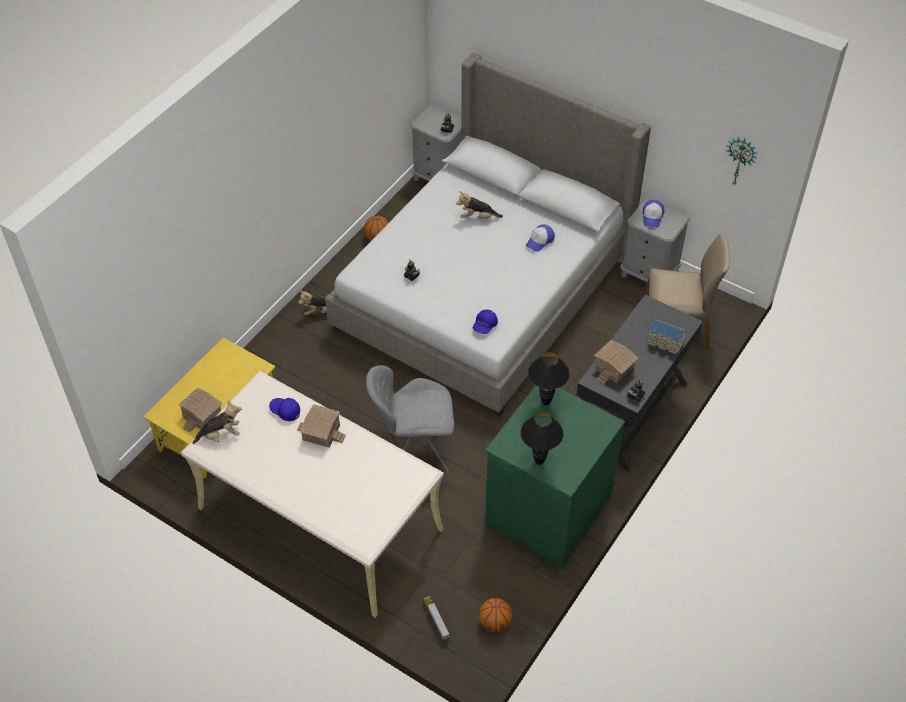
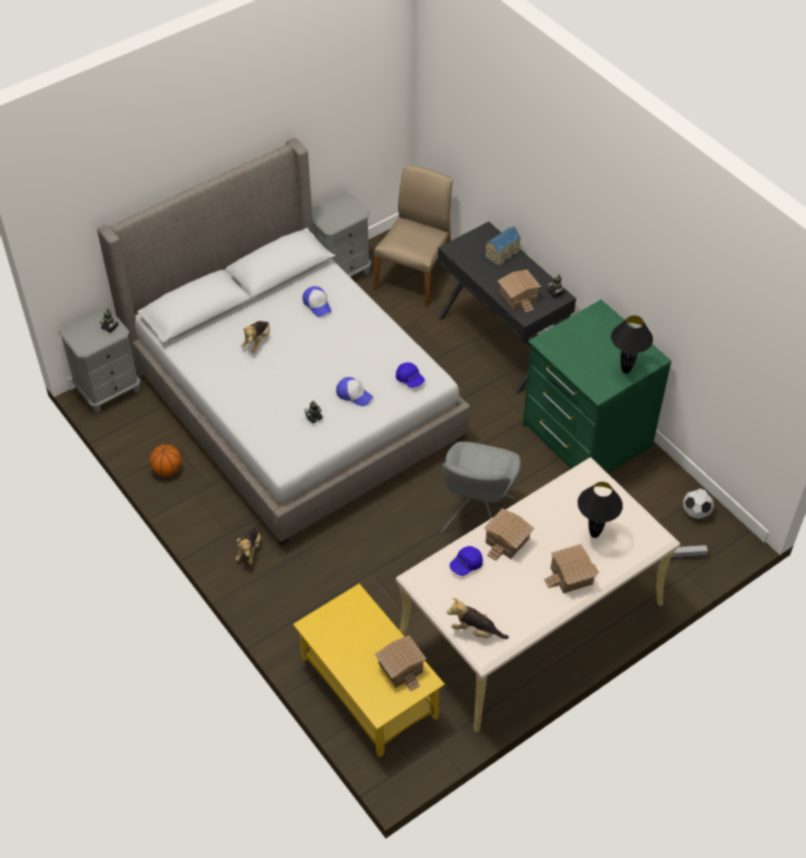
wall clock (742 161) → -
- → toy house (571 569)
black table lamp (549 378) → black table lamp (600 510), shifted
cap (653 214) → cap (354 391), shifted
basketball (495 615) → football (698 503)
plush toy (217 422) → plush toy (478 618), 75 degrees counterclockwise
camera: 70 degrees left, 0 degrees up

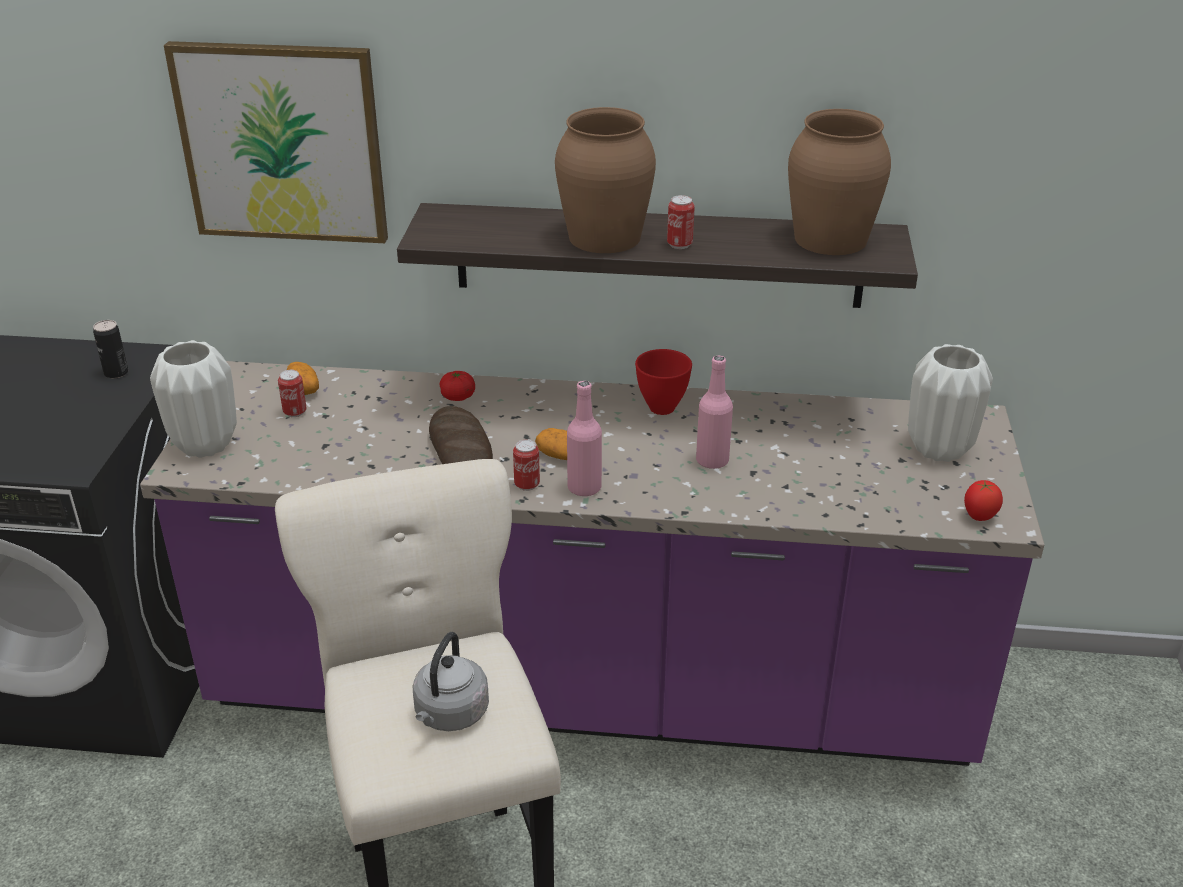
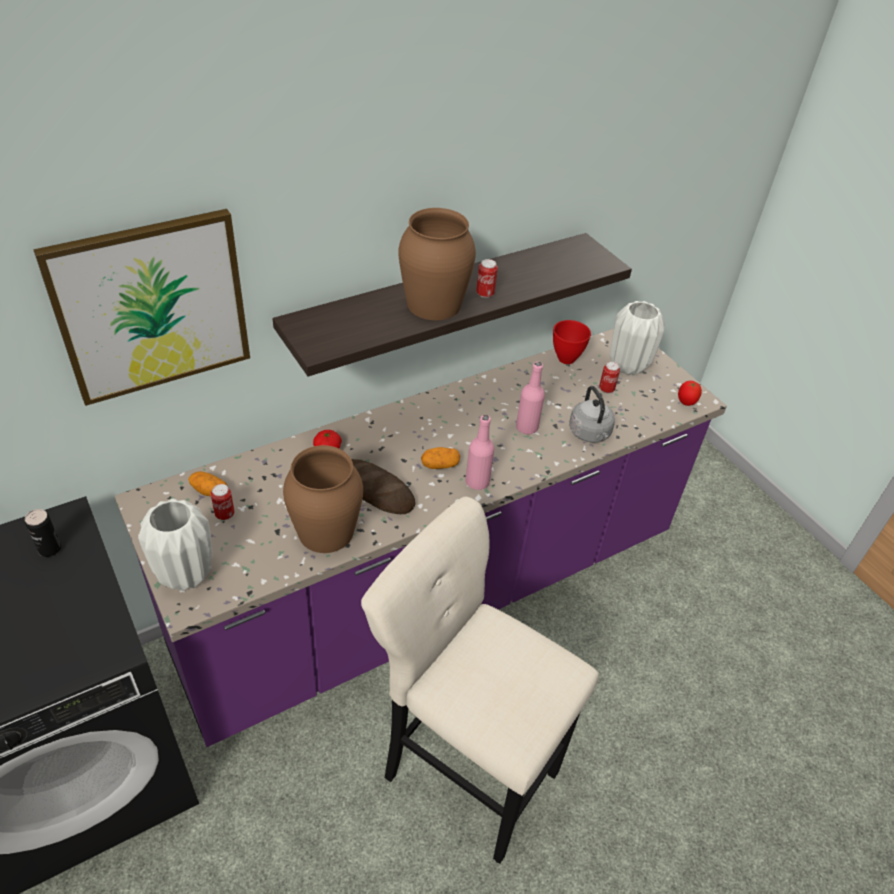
grey kettle (451 681) → grey kettle (592 414), shifted
can (526 465) → can (609 377), shifted
red bowl (663 382) → red bowl (572 342), shifted
brown vase (839 182) → brown vase (323 499), shifted
camera: 40 degrees left, 10 degrees up

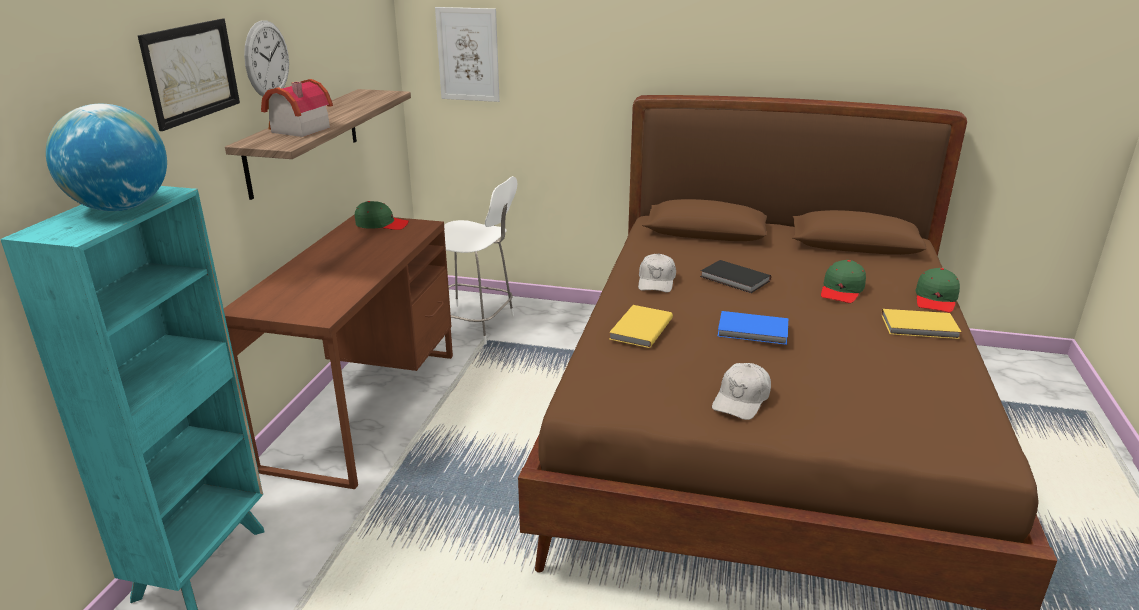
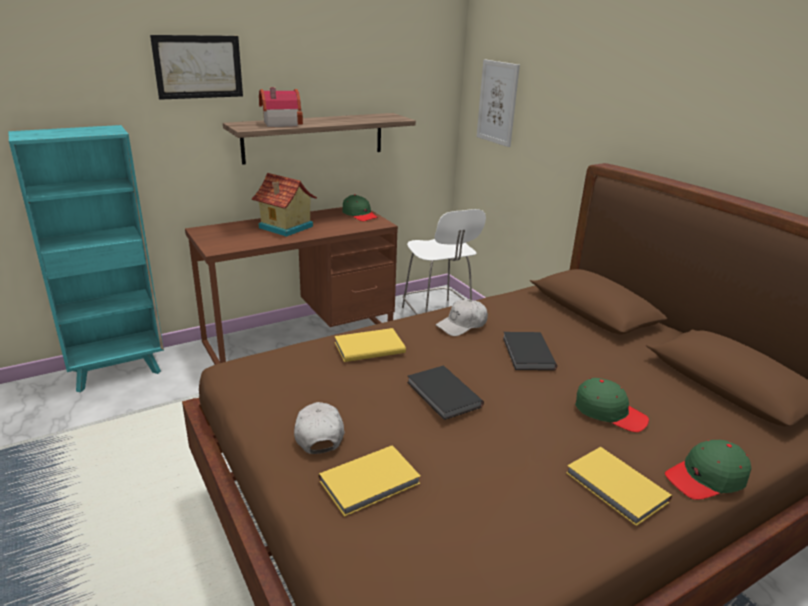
globe (106 157) → -
wall clock (266 58) → -
- → toy house (284 205)
- → yellow book (369 481)
blue book (752 328) → black book (445 393)
white cap (741 391) → white cap (319 428), 90 degrees clockwise
green cap (843 281) → green cap (612 405), 135 degrees counterclockwise
camera: 45 degrees right, 0 degrees up

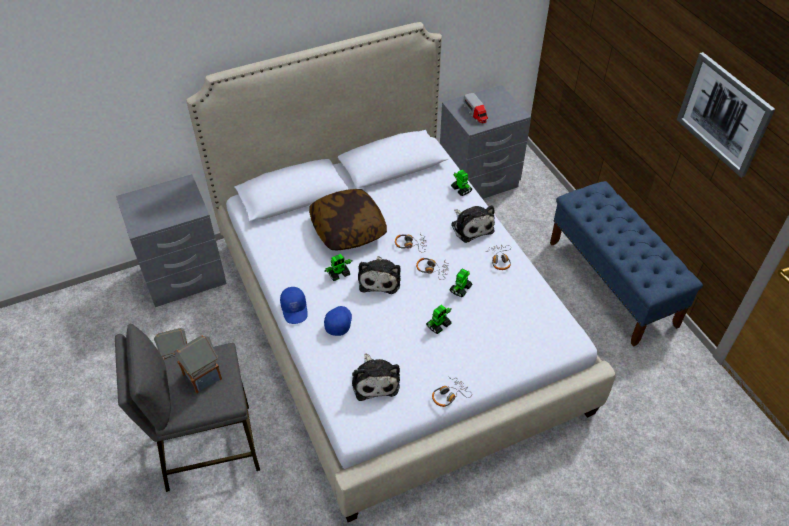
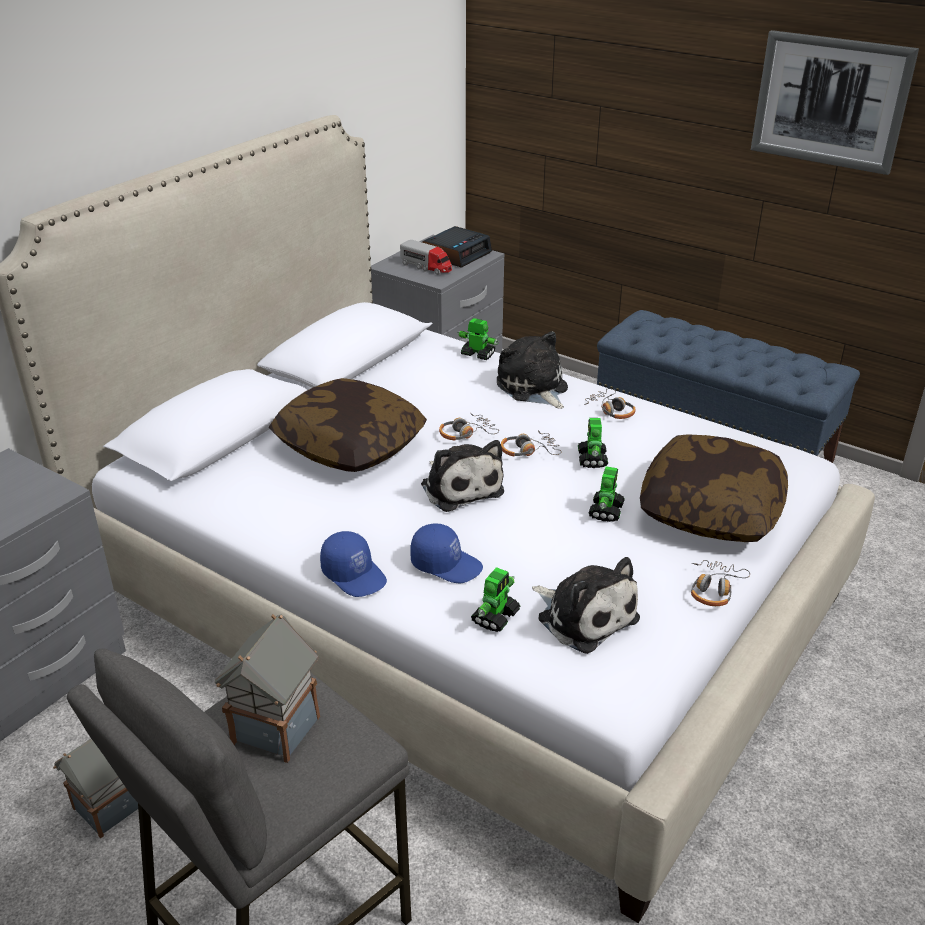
- → alarm clock (457 247)
- → pillow (714 488)
toy robot (338 267) → toy robot (496 599), shifted
blue cap (338 321) → blue cap (446 553), 135 degrees clockwise
plush toy (473 224) → plush toy (532 370), 150 degrees counterclockwise
camera: 30 degrees left, 15 degrees down

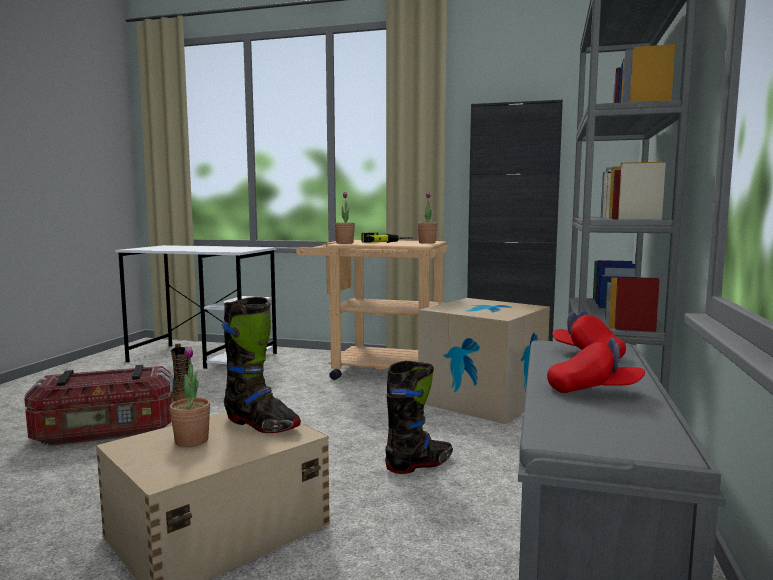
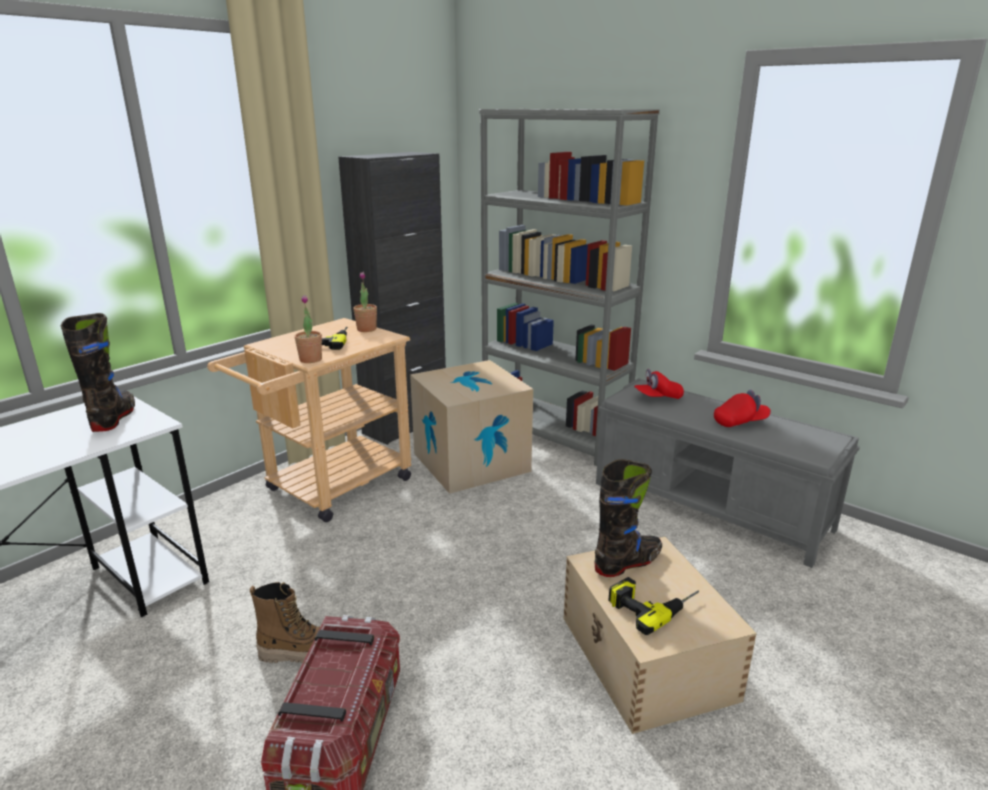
black boot (419 417) → black boot (98 372), shifted
potted plant (190 396) → power drill (653 606)
red cap (596 365) → red cap (742 408), 45 degrees clockwise
camera: 65 degrees left, 15 degrees up

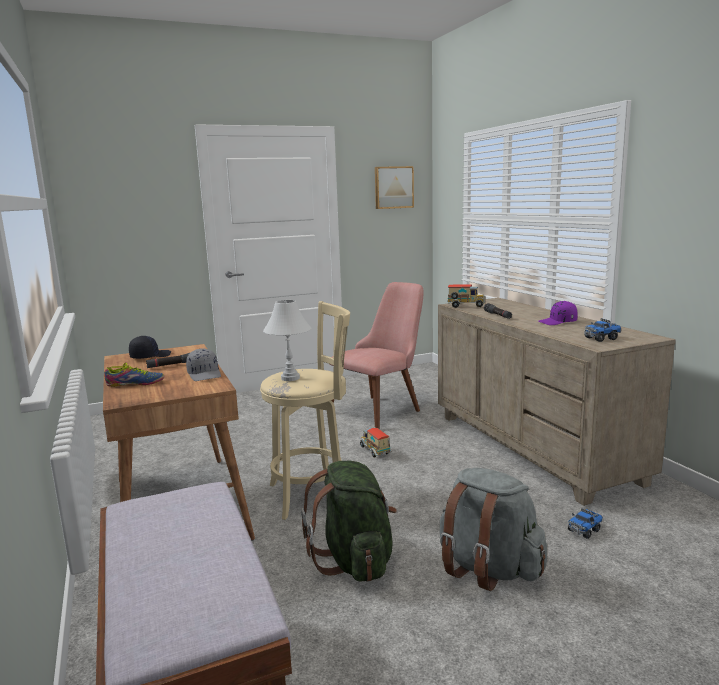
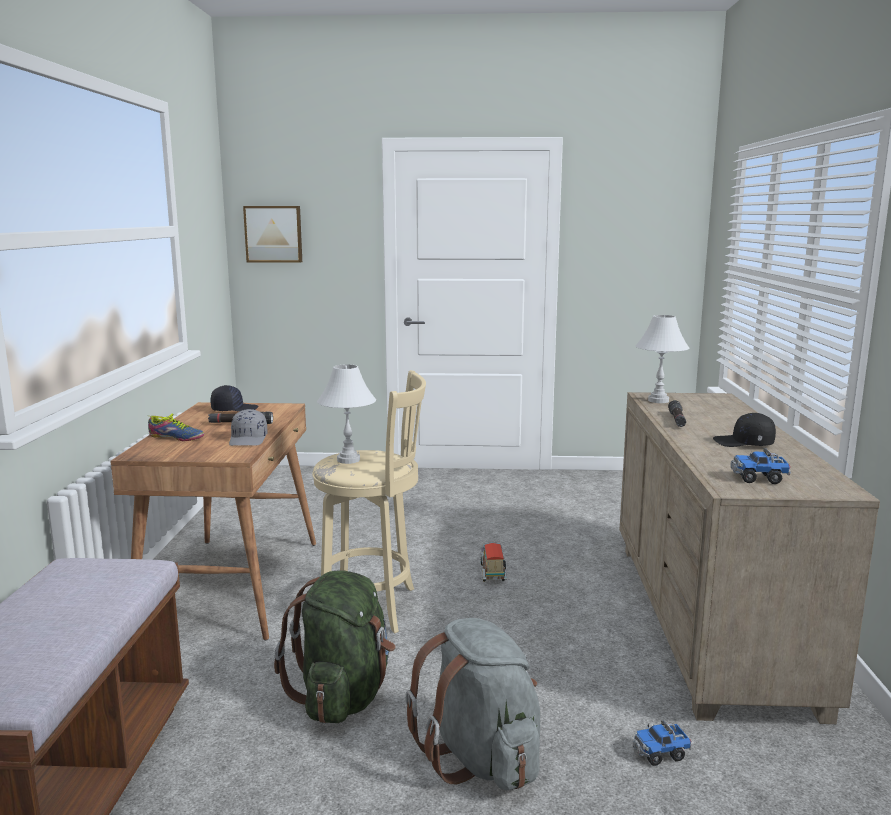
pink chair (376 355) → -
picture (394 187) → picture (272 234), shifted
toy truck (467 296) → white table lamp (662 359)
purple cap (558 313) → black cap (744 430)
camera: 25 degrees right, 0 degrees up

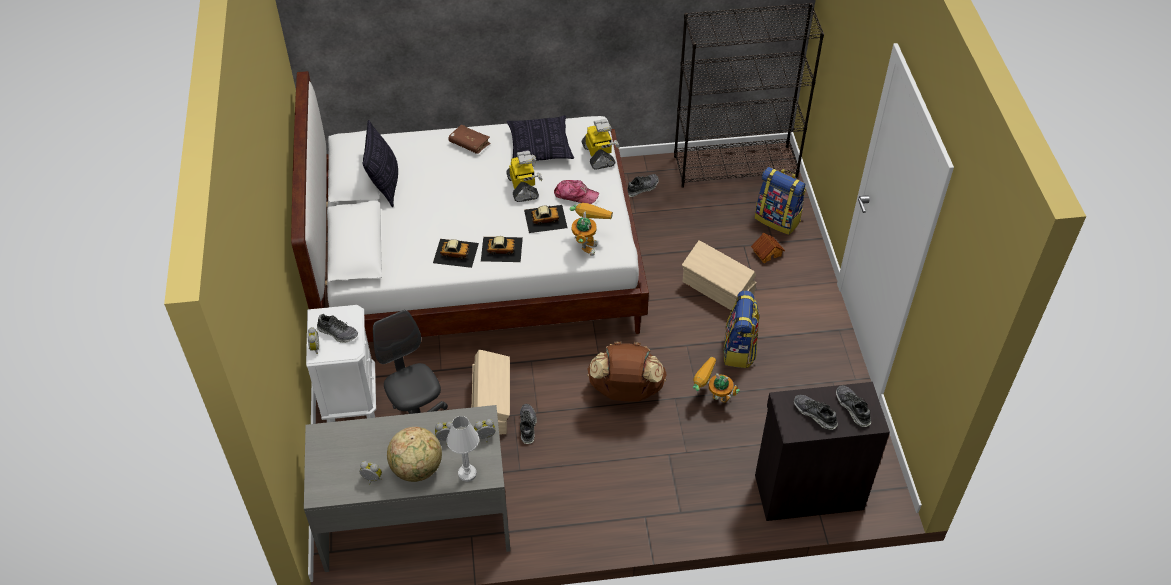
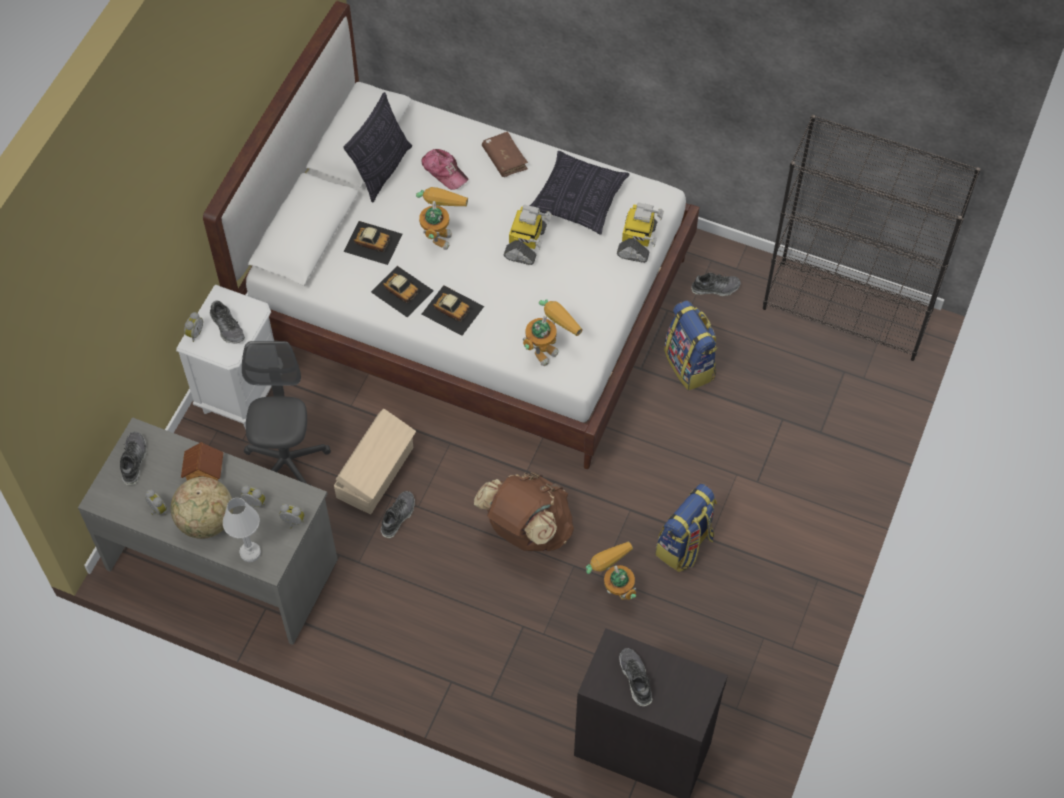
beige storage box (719 275) → -
- → toy robot (442 218)
toy car (546 219) → toy car (373 243), shifted
cap (576 192) → cap (444 169), shifted
toy house (768 247) → toy house (202 461), shifted
backpack (780 201) → backpack (691 346), shifted
shoe (853 406) → shoe (133 458), shifted
camera: 30 degrees right, 10 degrees up

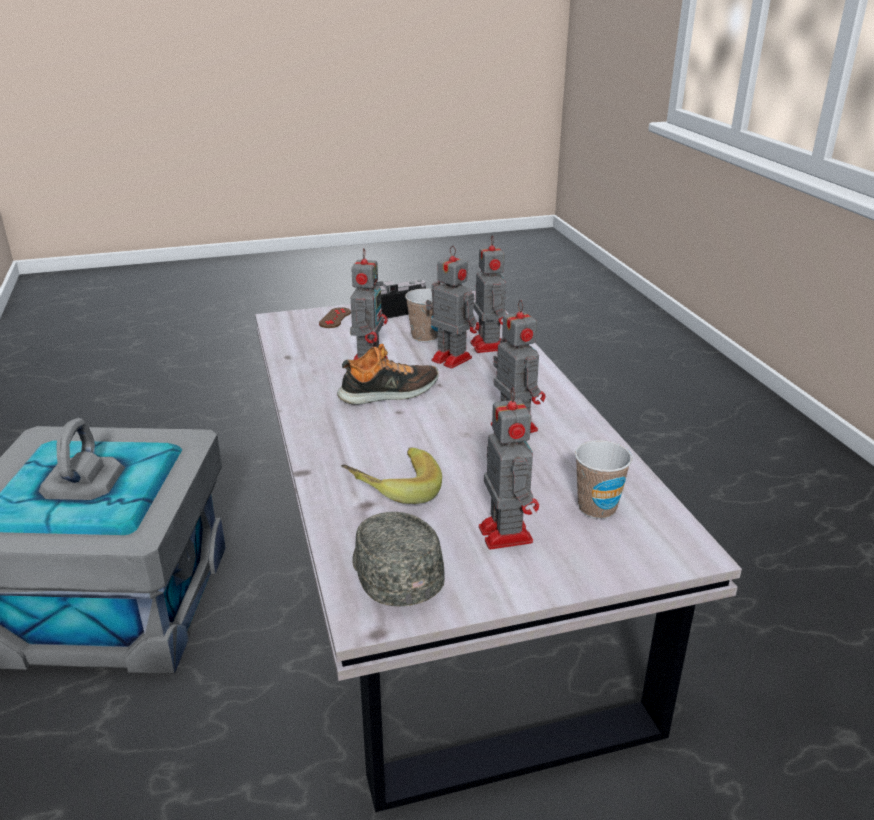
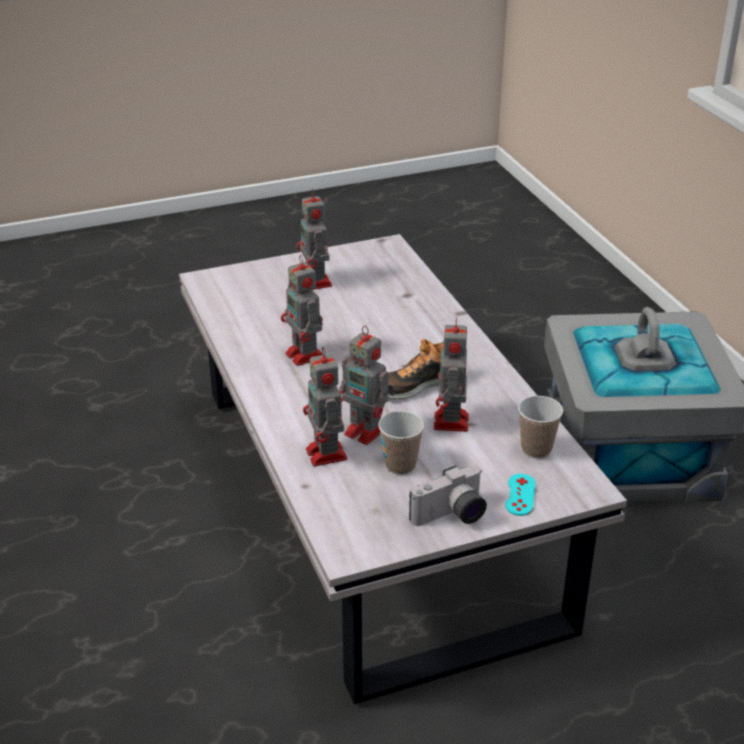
banana (391 475) → -
grey cap (398 559) → -
cup (603 479) → cup (540 427), shifted
brown game controller (335 317) → turquoise game controller (520 495)
camera: 175 degrees right, 5 degrees up

